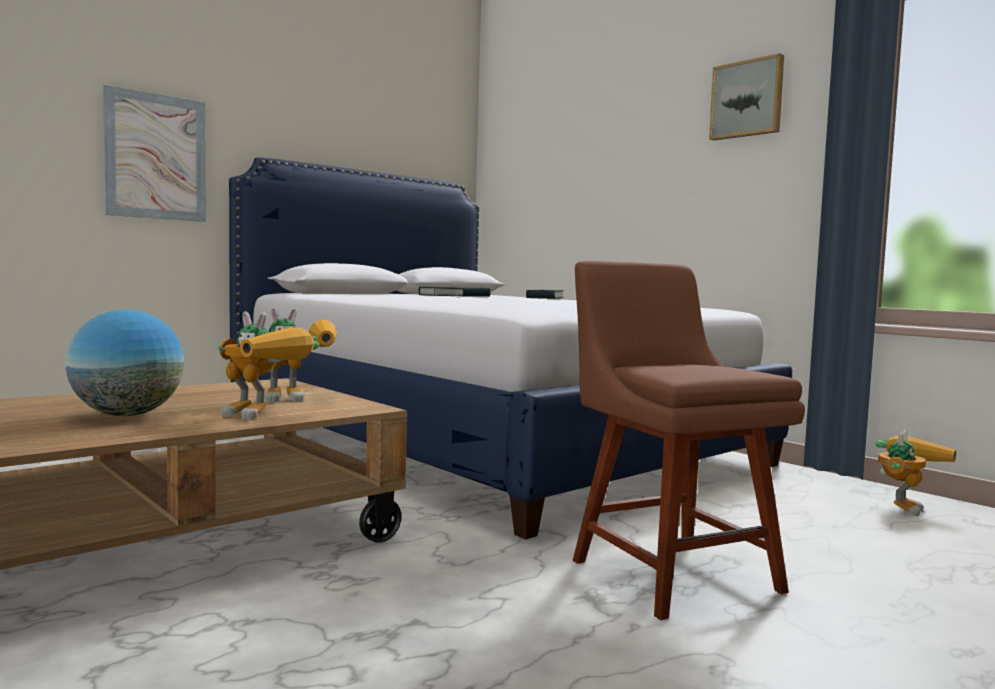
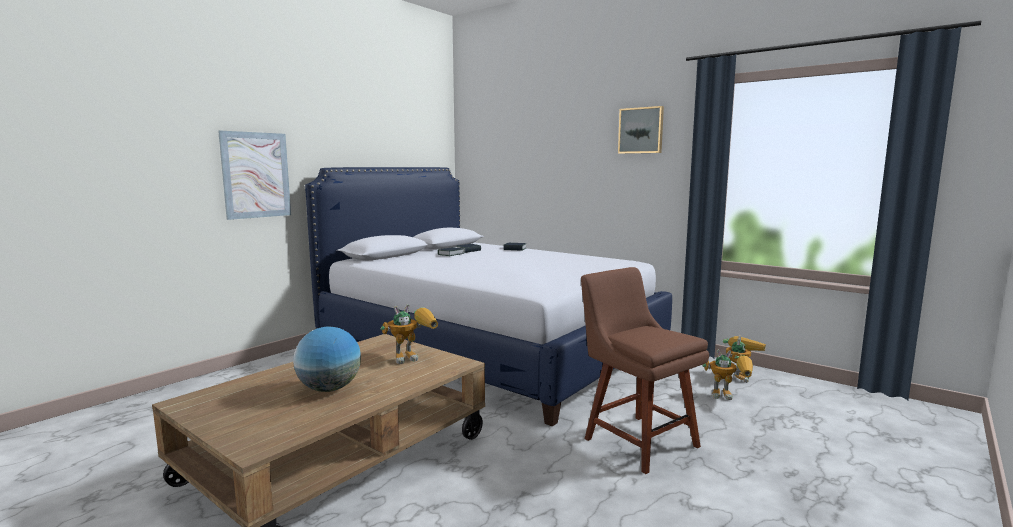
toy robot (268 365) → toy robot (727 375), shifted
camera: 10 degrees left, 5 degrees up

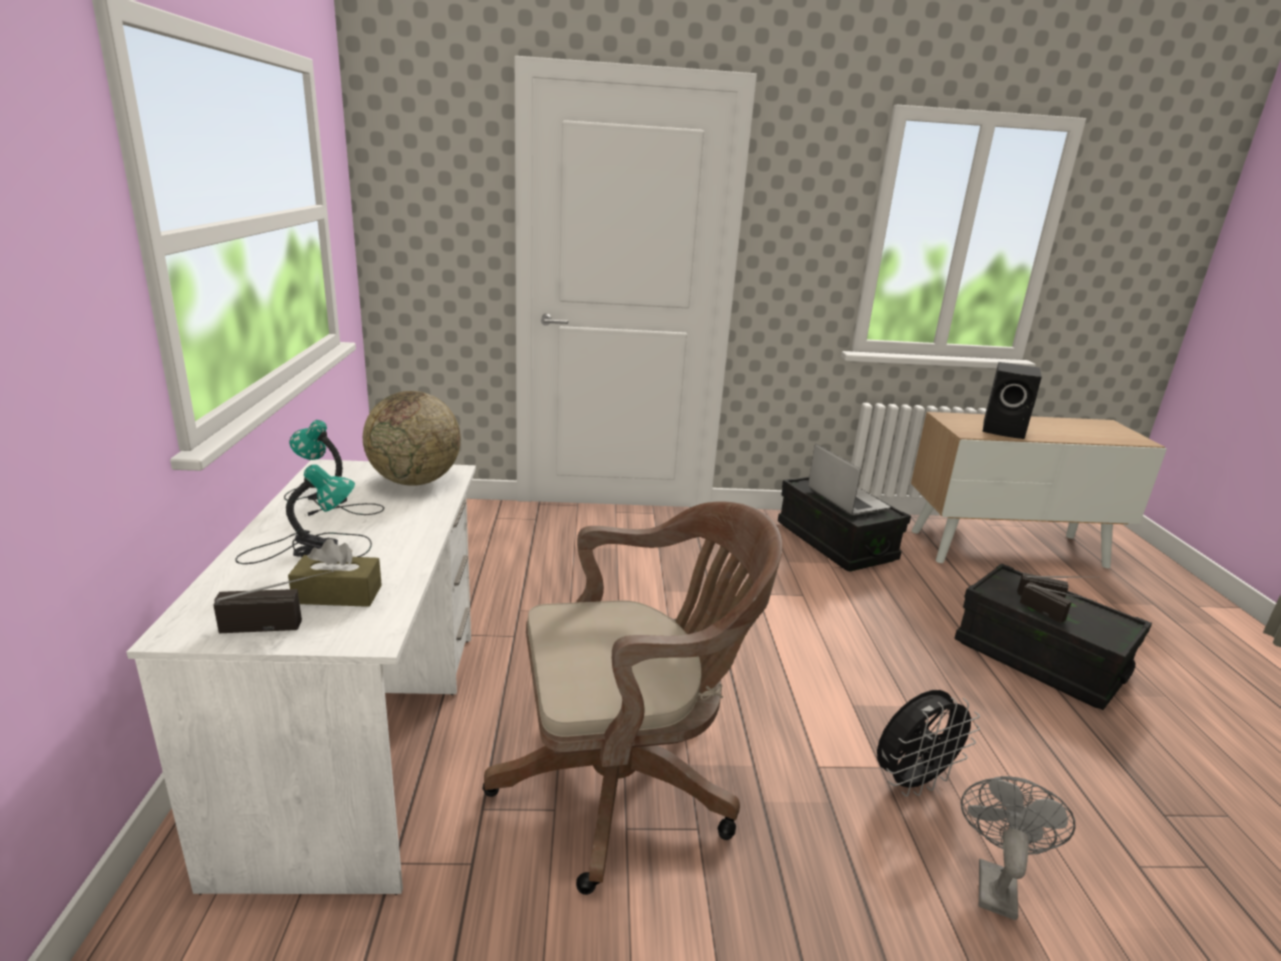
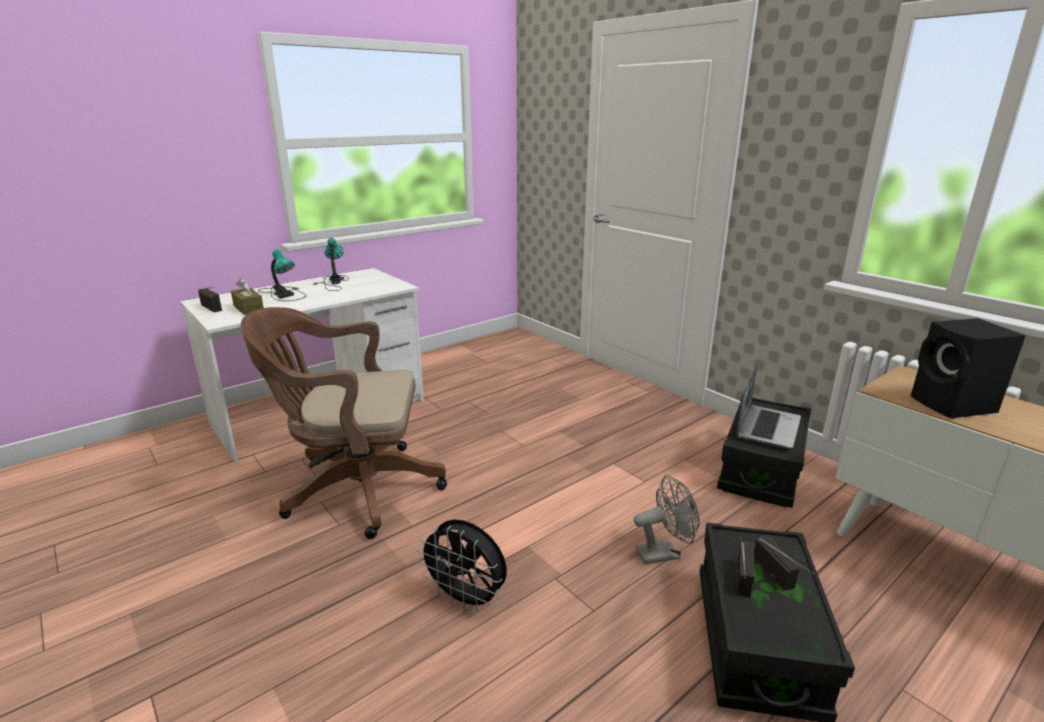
globe (412 438) → -
grey fan (1018 848) → grey fan (667 519), shifted
brown office chair (632 698) → brown office chair (344 423), 135 degrees clockwise
camera: 55 degrees right, 0 degrees up

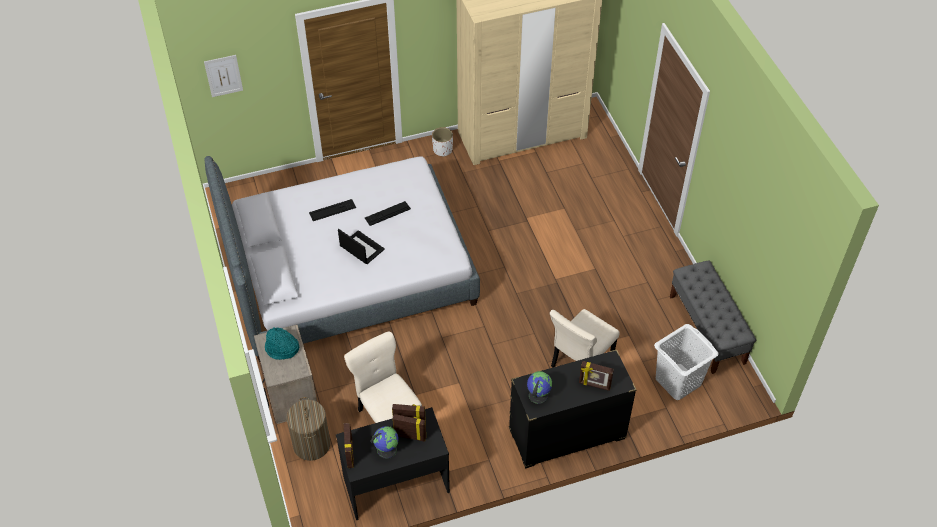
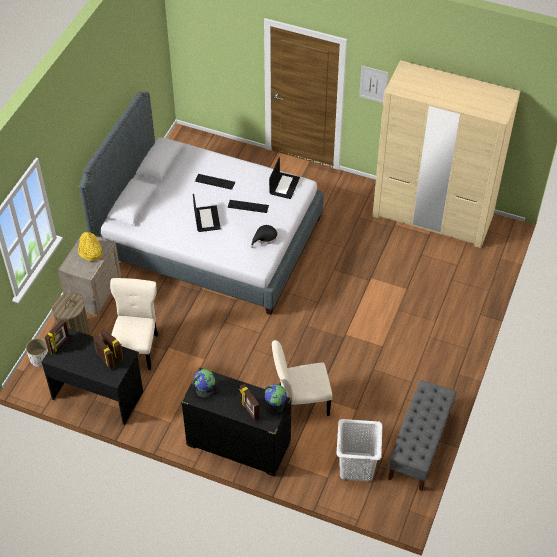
- → black hat (264 236)
- → laptop (284 178)
picture (223 76) → picture (373 84), shifted
globe (385 442) → globe (275 398), shifted
white planter (442 142) → white planter (37 352), shifted
turquoise hat (282 343) → yellow hat (90 246)
camera: 40 degrees right, 0 degrees up

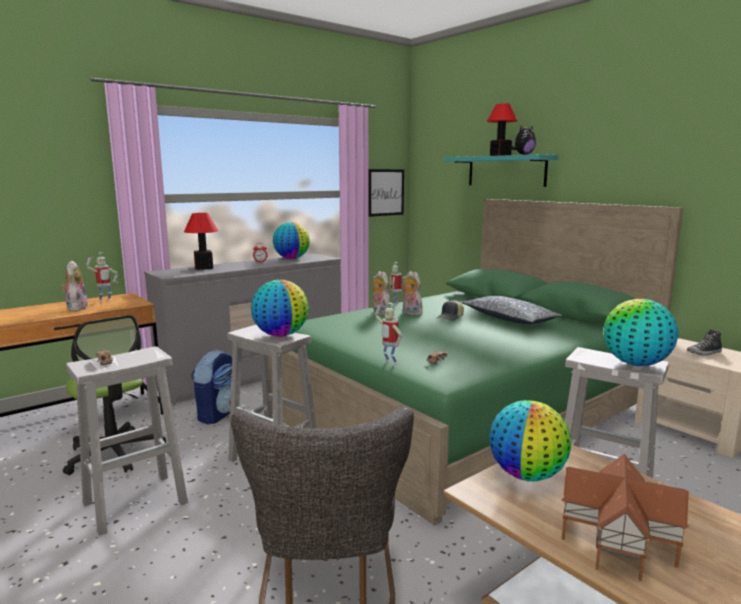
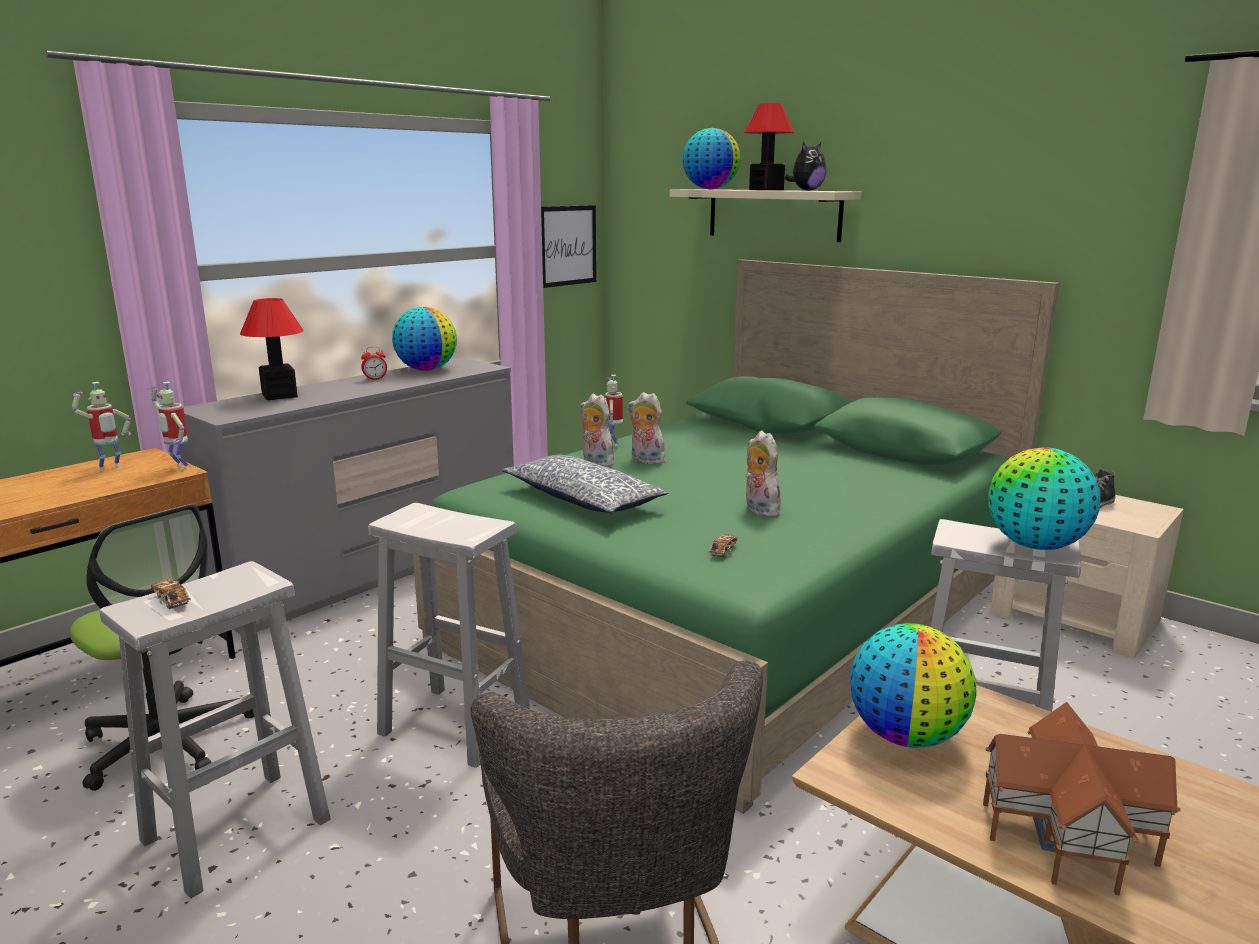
backpack (211 387) → -
cap (450 310) → -
plush toy (74 286) → plush toy (763 474), shifted
globe (280 308) → globe (711 158), shifted
toy robot (388 334) → toy robot (169 426), shifted
pillow (512 310) → pillow (585 484), shifted
turquoise shelf (501 170) → beige shelf (766 215)
camera: 10 degrees left, 5 degrees up

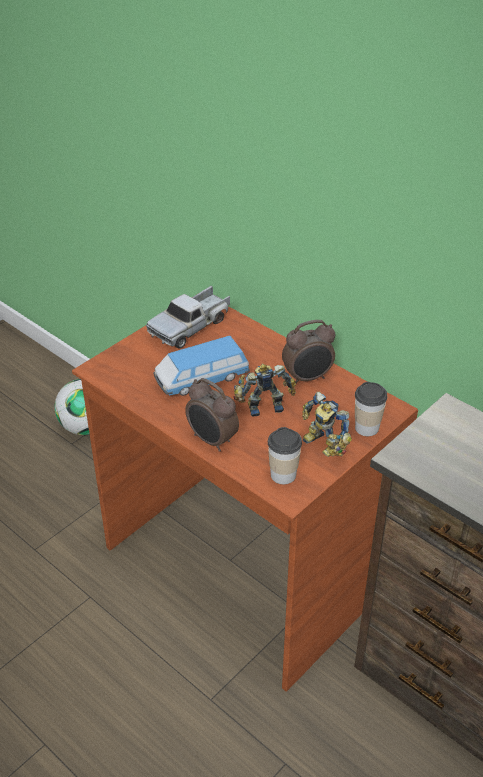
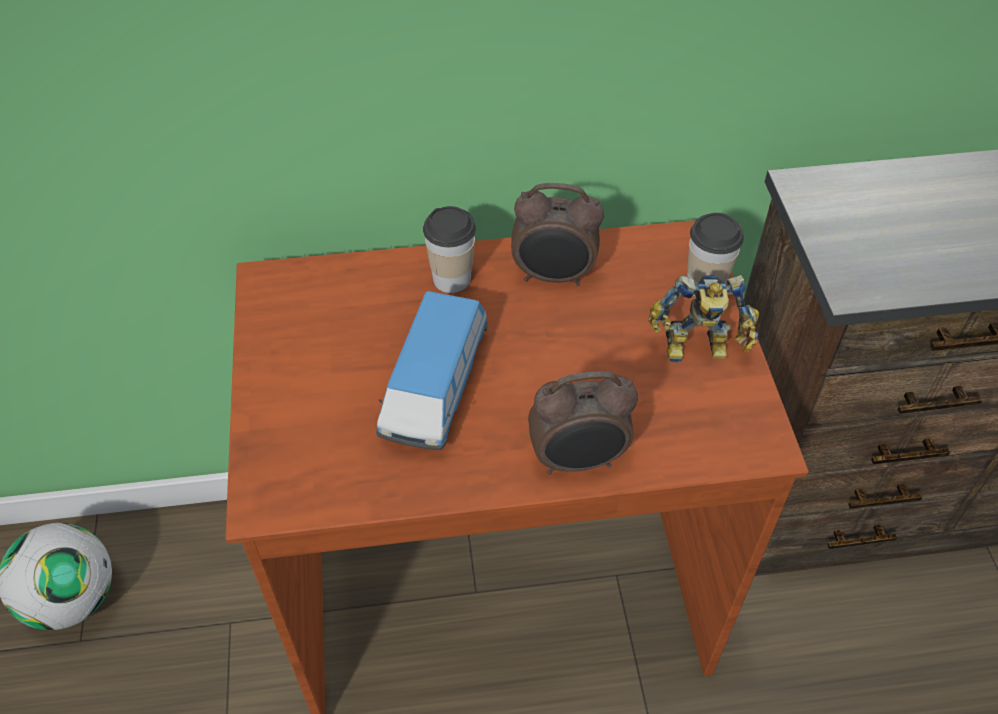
toy truck (188 317) → -
toy robot (265 390) → -
cup (285 455) → cup (449 249), shifted
alarm clock (309 351) → alarm clock (557 234), 75 degrees clockwise
camera: 50 degrees left, 10 degrees up

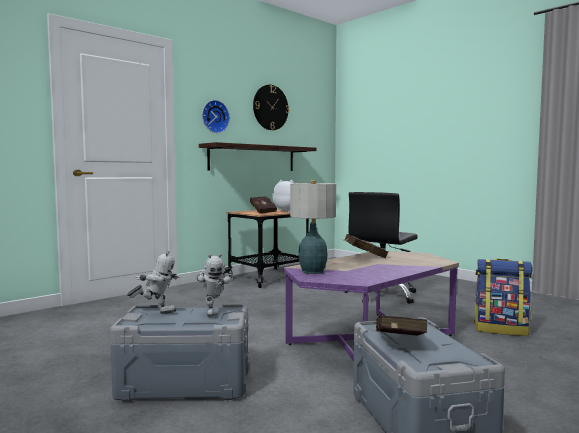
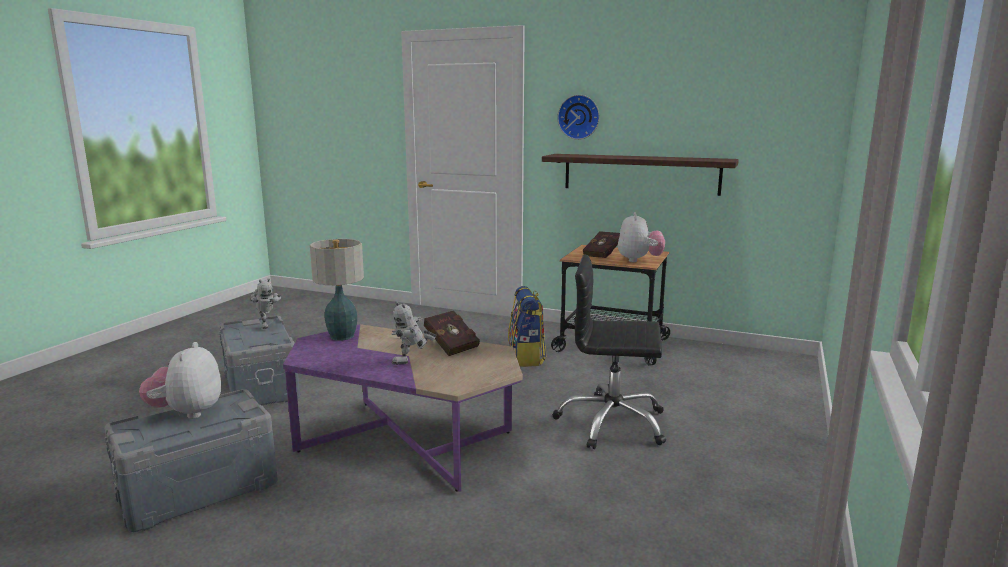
wall clock (271 107) → -
toy robot (215 285) → toy robot (414 333), shifted
backpack (503 297) → backpack (527 326), shifted
red book (401 325) → plush toy (180 380)
camera: 65 degrees right, 10 degrees up

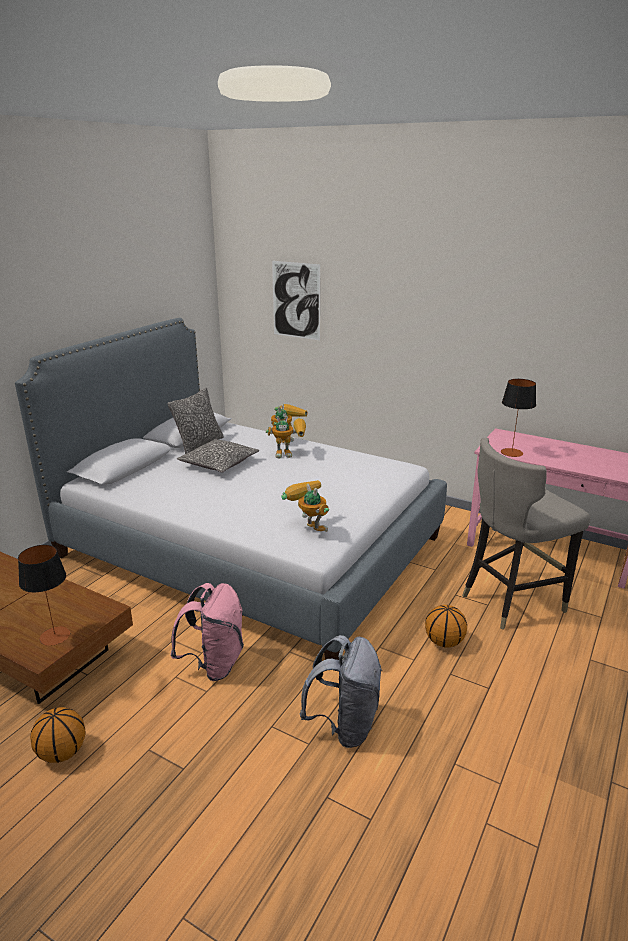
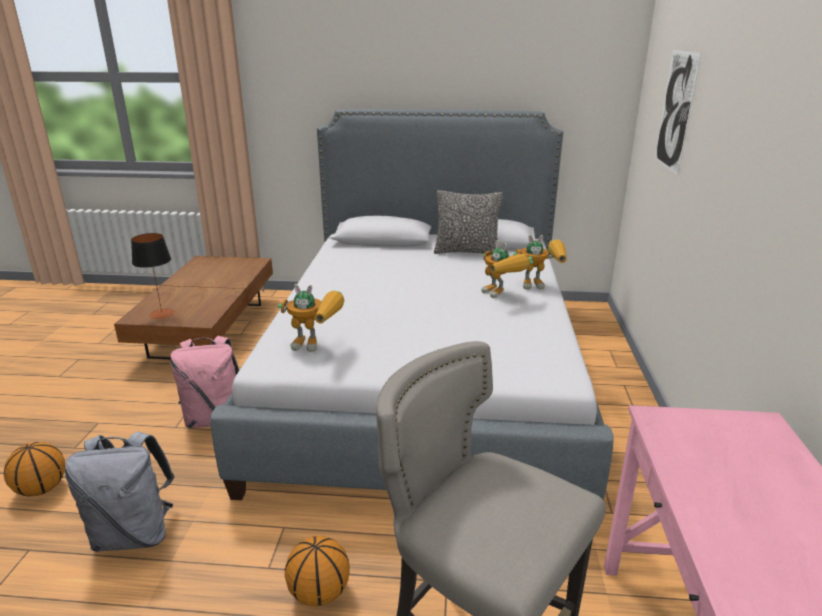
pillow (218 456) → -
table lamp (518 418) → -
basketball (58 735) → basketball (34 469), shifted
toy robot (305 506) → toy robot (311 318), 75 degrees clockwise
camera: 65 degrees right, 0 degrees up

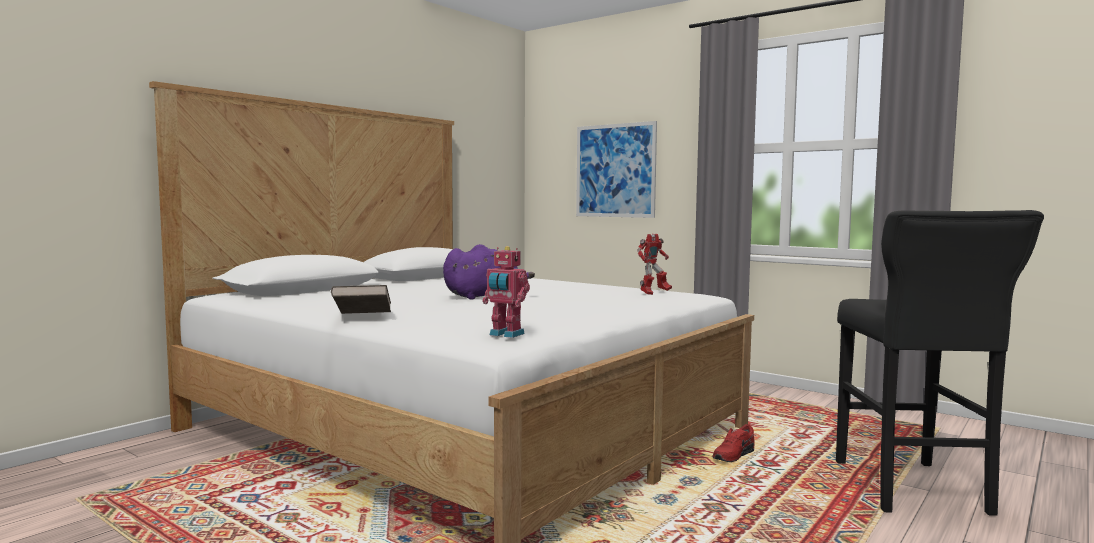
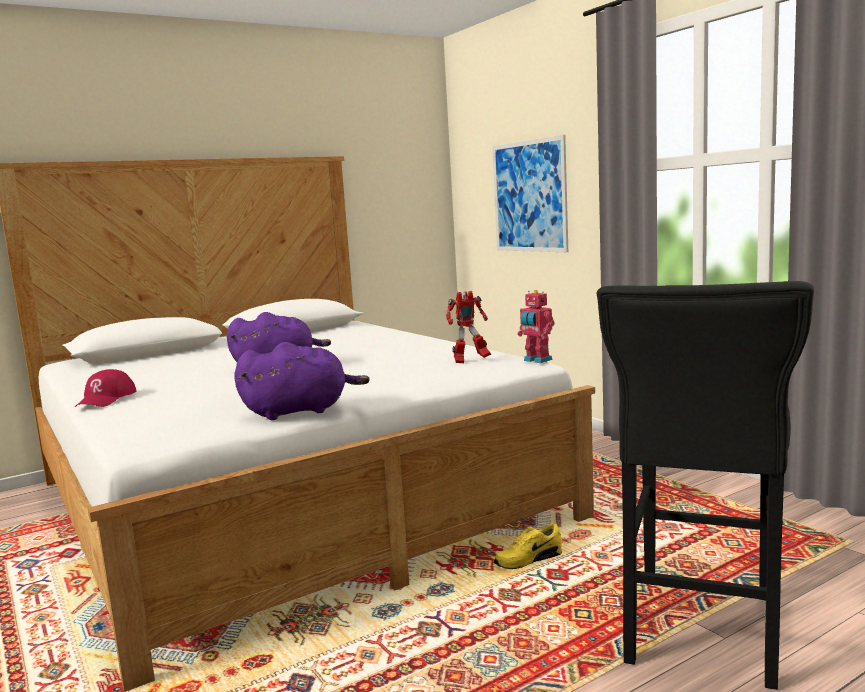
- → purple plush toy (301 381)
toy robot (506 292) → toy robot (536 326), shifted
brown book (361 299) → red cap (105 388)
red shoe (733 443) → yellow shoe (528 546)
camera: 20 degrees right, 5 degrees up

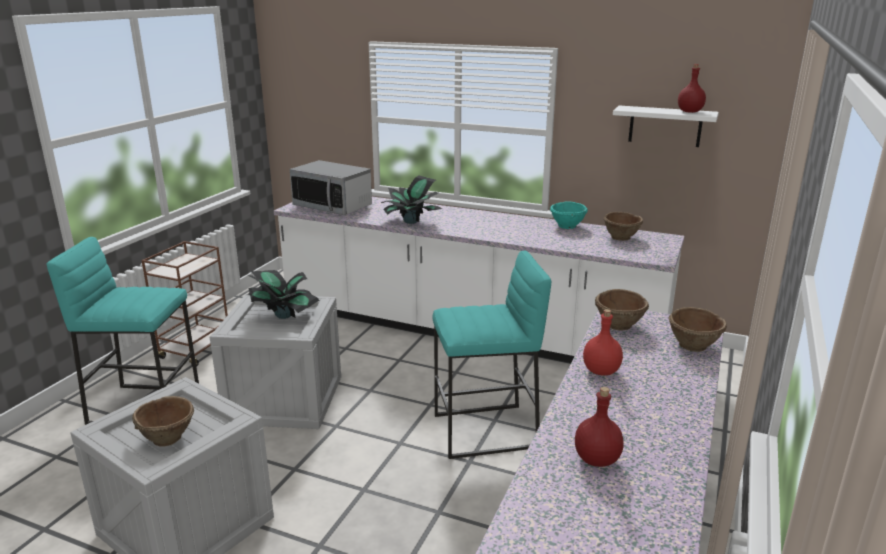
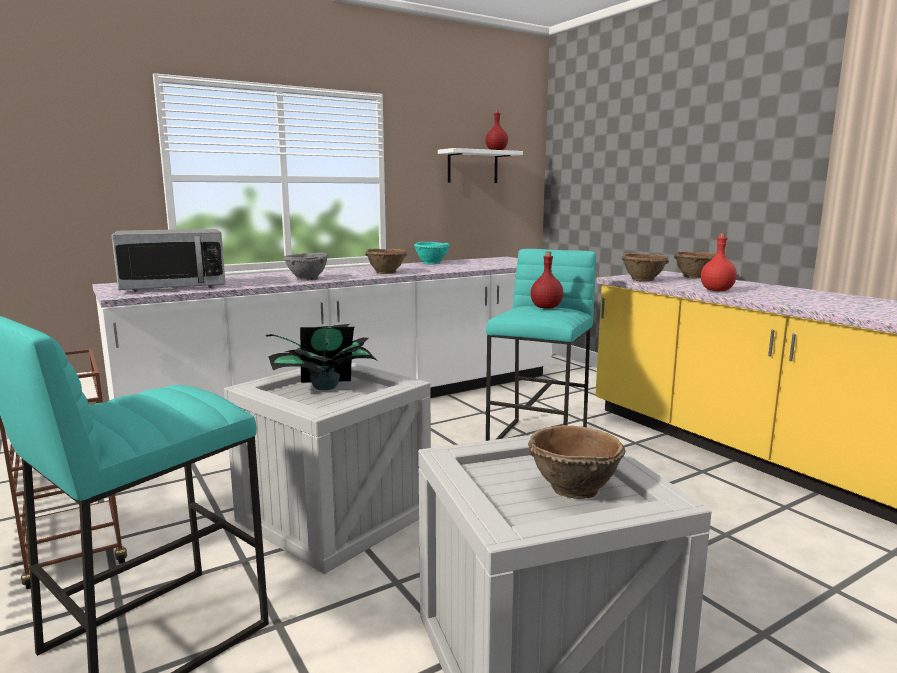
red bottle (599 427) → red bottle (547 280), shifted
brown bowl (623 226) → brown bowl (386 261), shifted
potted plant (411 199) → grey bowl (305 266)
camera: 55 degrees left, 10 degrees down

